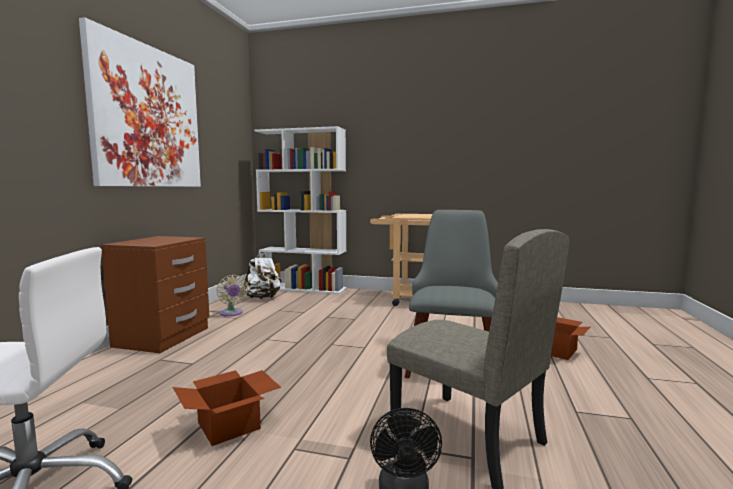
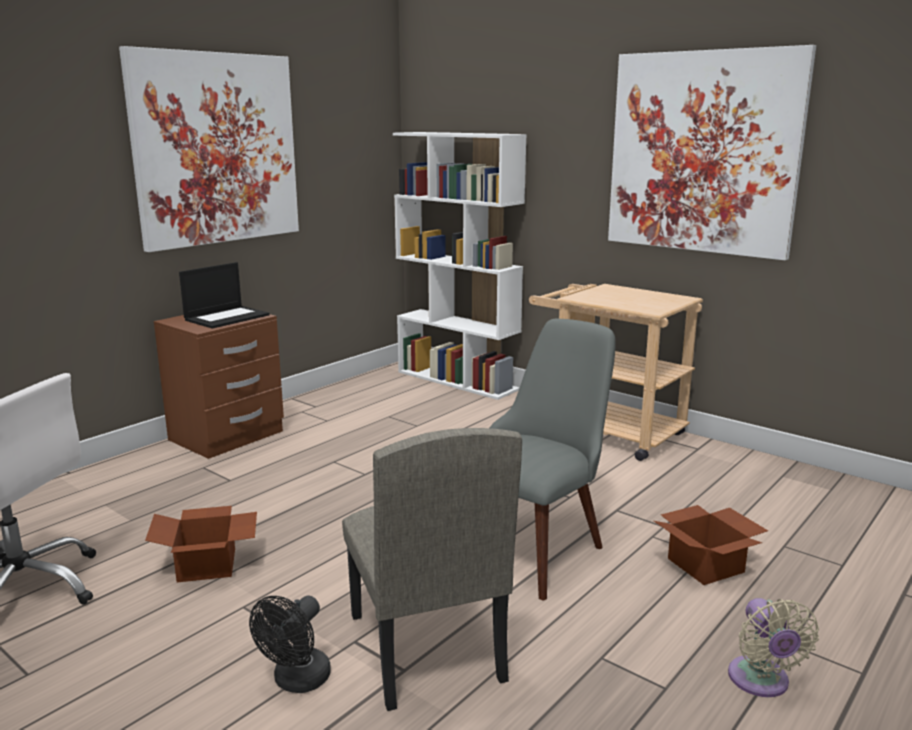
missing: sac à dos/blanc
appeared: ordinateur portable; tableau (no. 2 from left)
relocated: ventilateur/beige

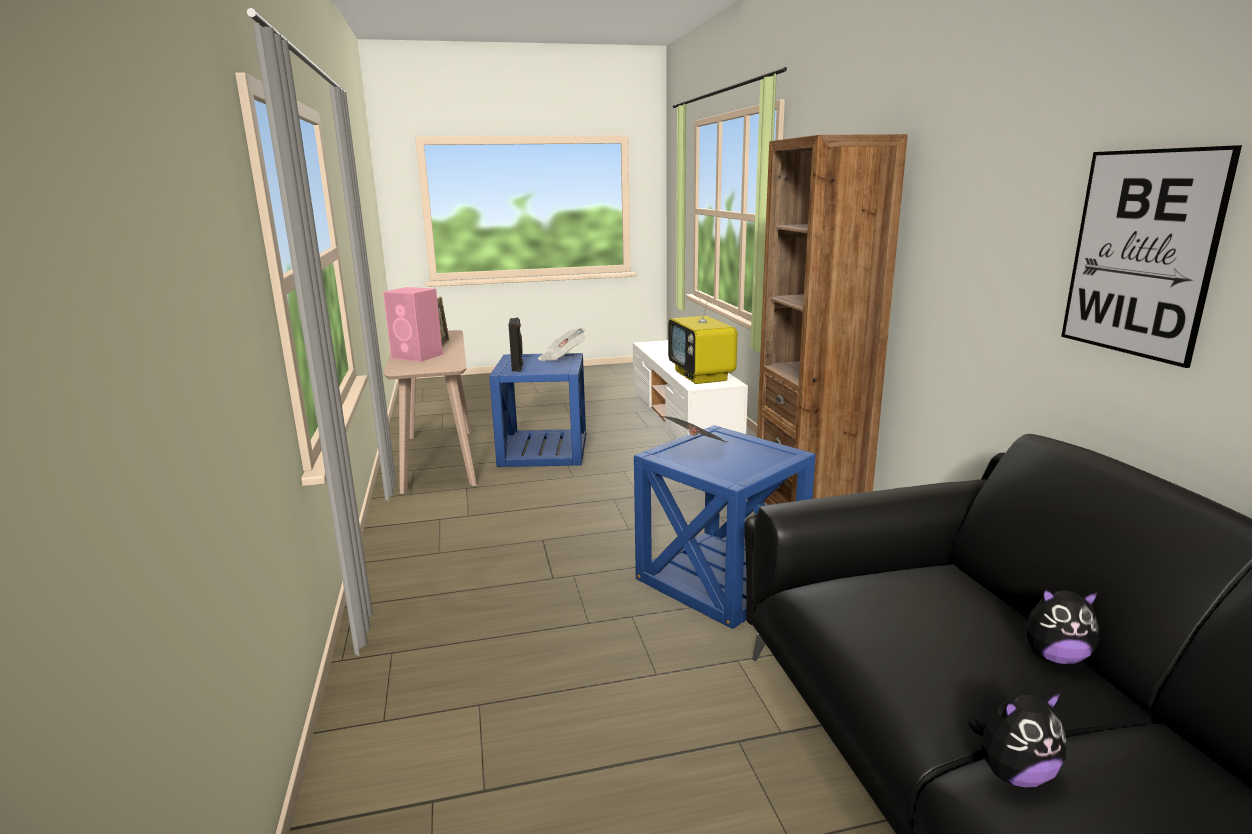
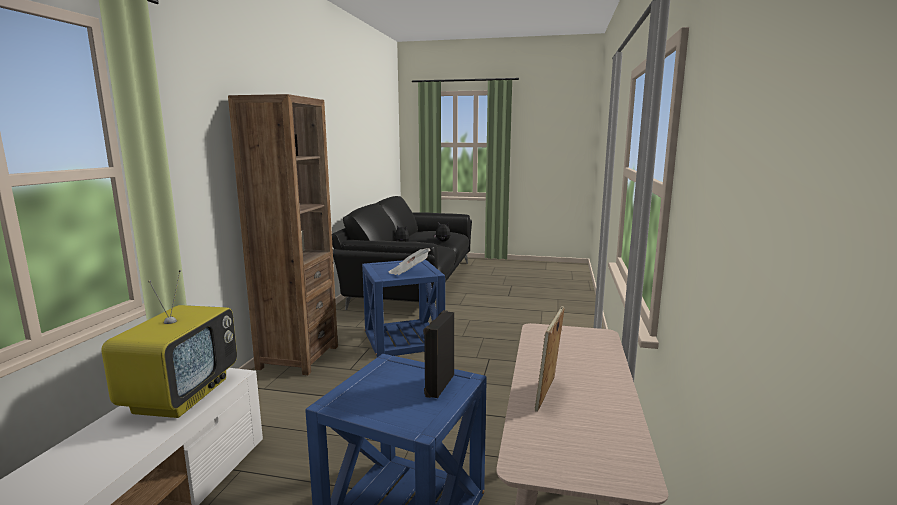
missing: enceinte/rose; journal (no. 1 from left); tableau

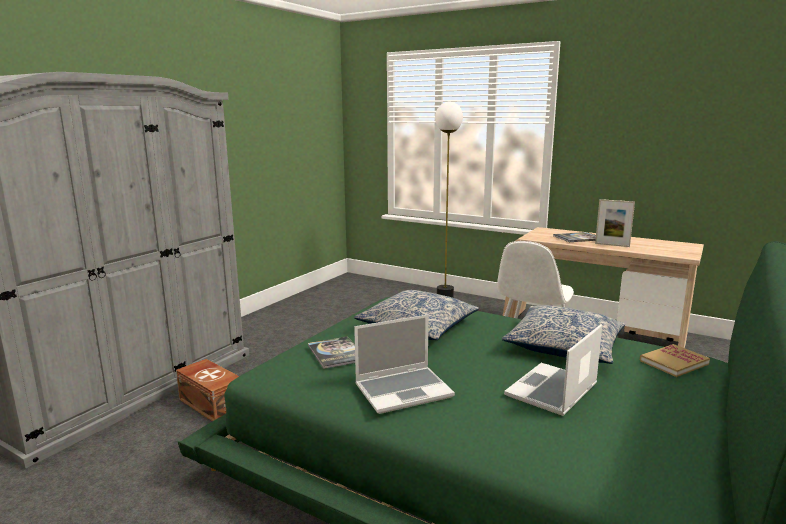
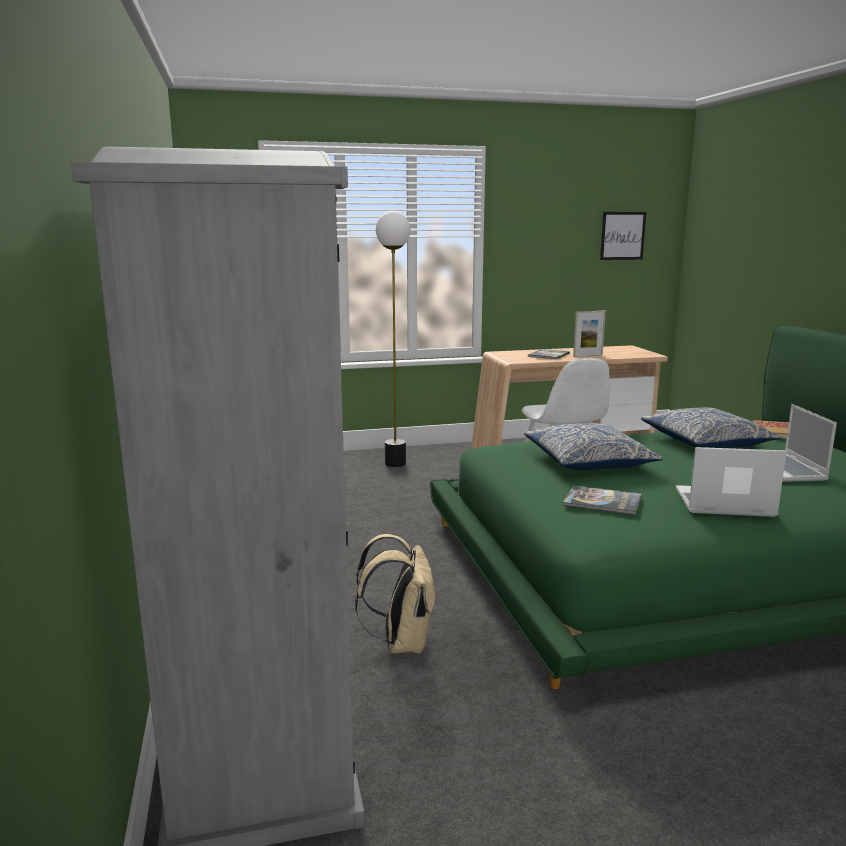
appeared: tableau
exchanged: boîte de rangement/marron to sac à dos/beige
spun: ordinateur portable (no. 1 from left) 105 degrees counterclockwise

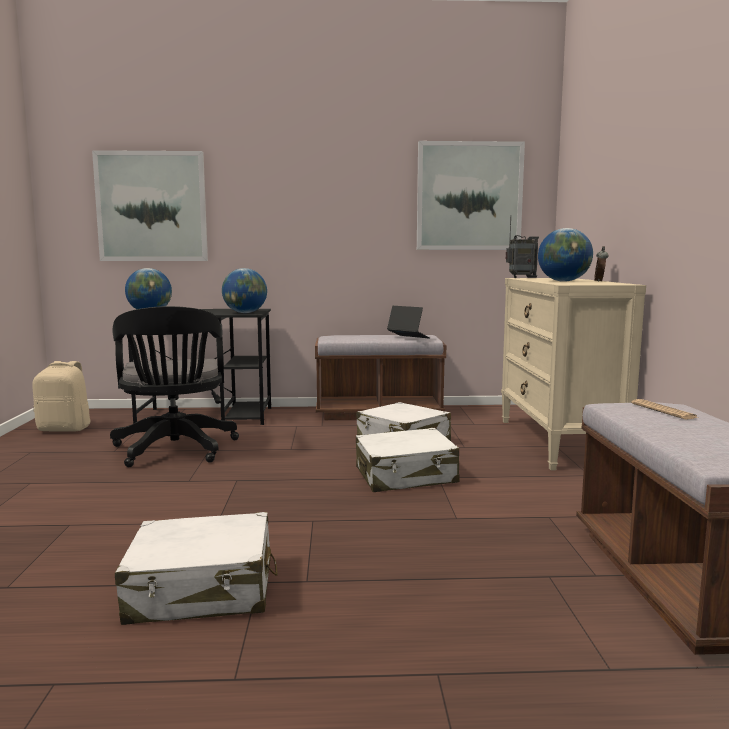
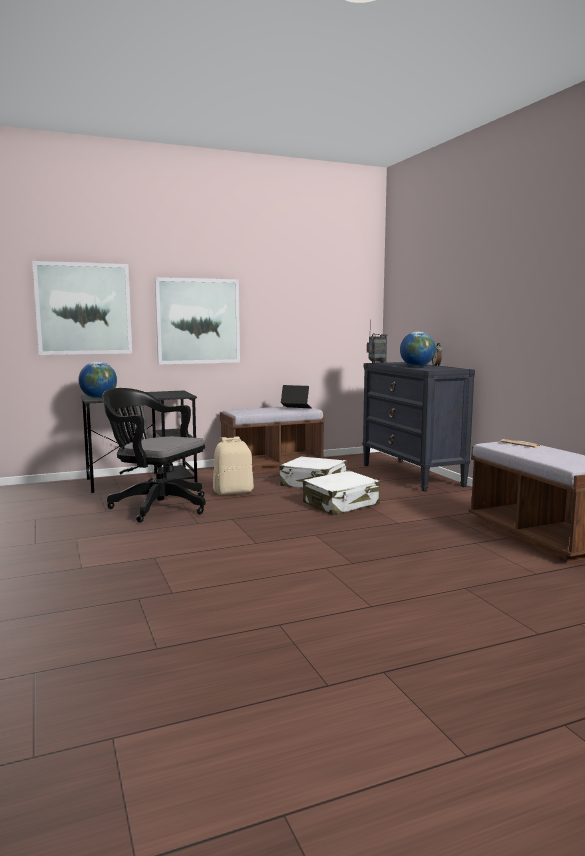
missing: valise/blanc (no. 1 from left); globe (no. 2 from left)
relocated: sac à dos/beige; tableau (no. 2 from left)
colour: commode/beige to commode/noir
spun: chaise de bureau/noir 150 degrees clockwise

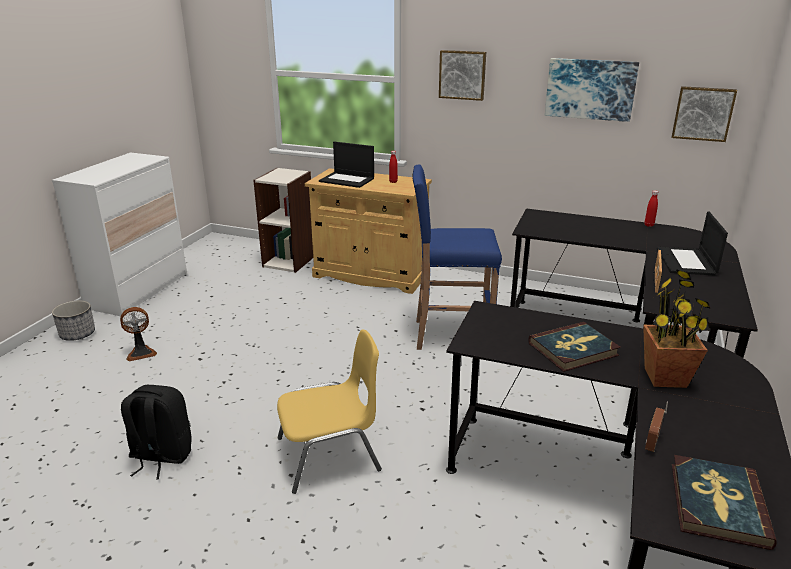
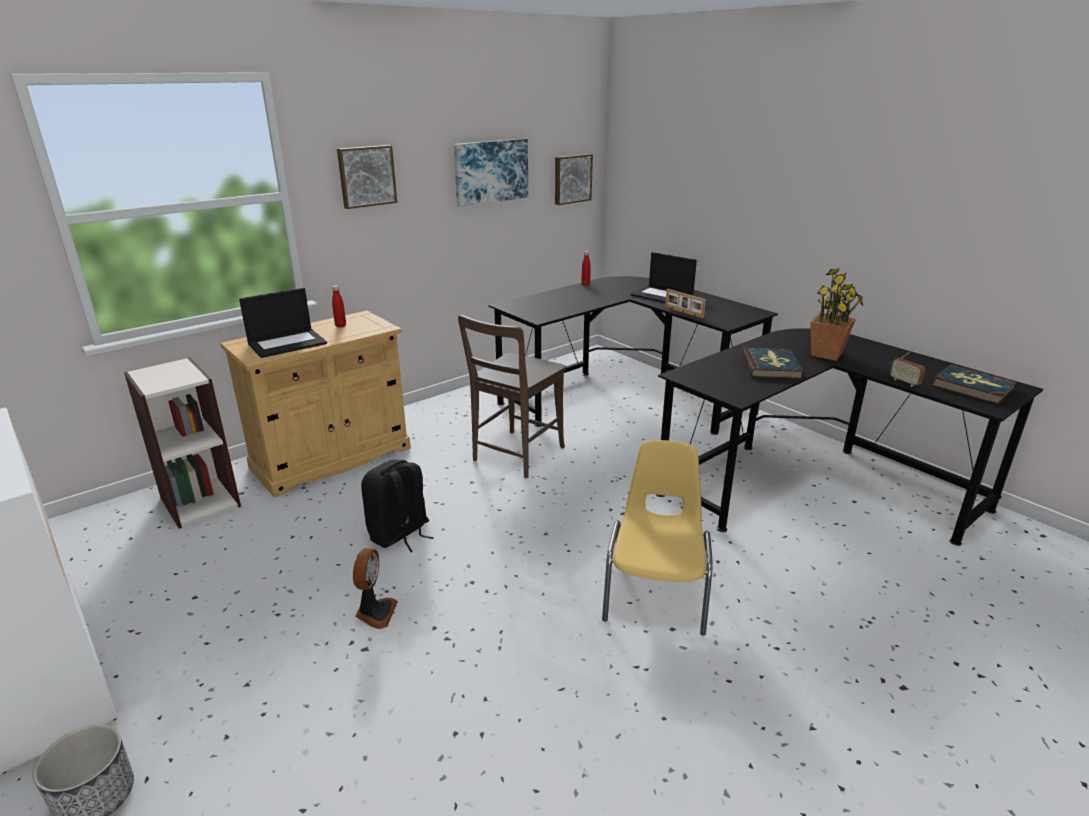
relocated: ventilateur; sac à dos/noir
exchanged: tabouret/bleu to chaise/marron

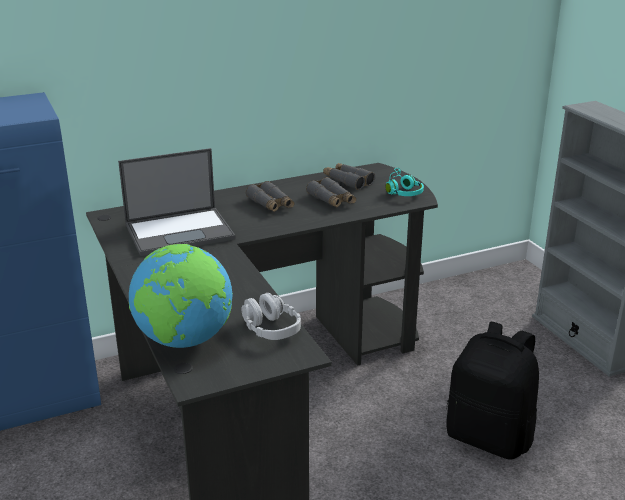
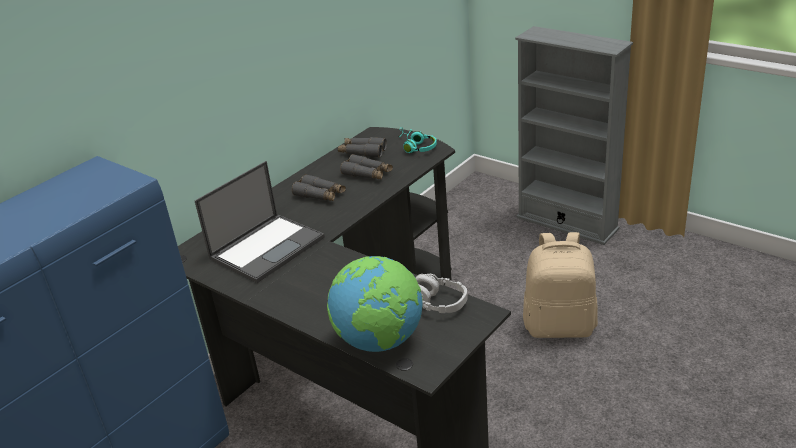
colour: sac à dos/noir to sac à dos/beige

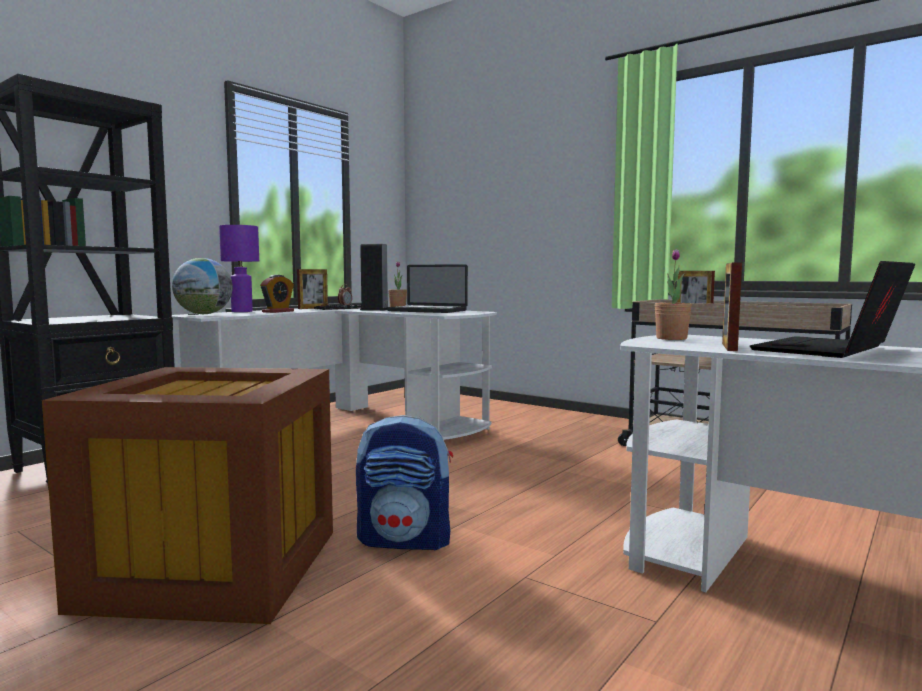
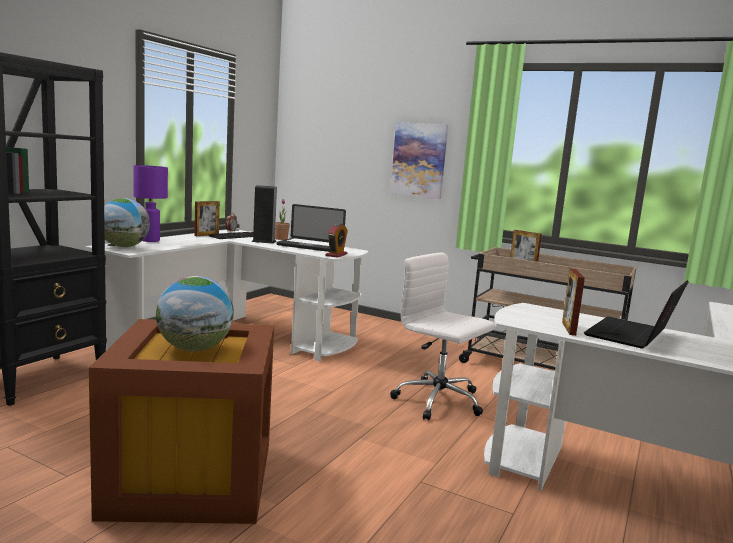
missing: sac à dos; plante en pot (no. 2 from left)
appeared: globe (no. 2 from left); tableau; chaise de bureau/blanc
relocated: réveil (no. 1 from left in the first image) to réveil (no. 2 from left)

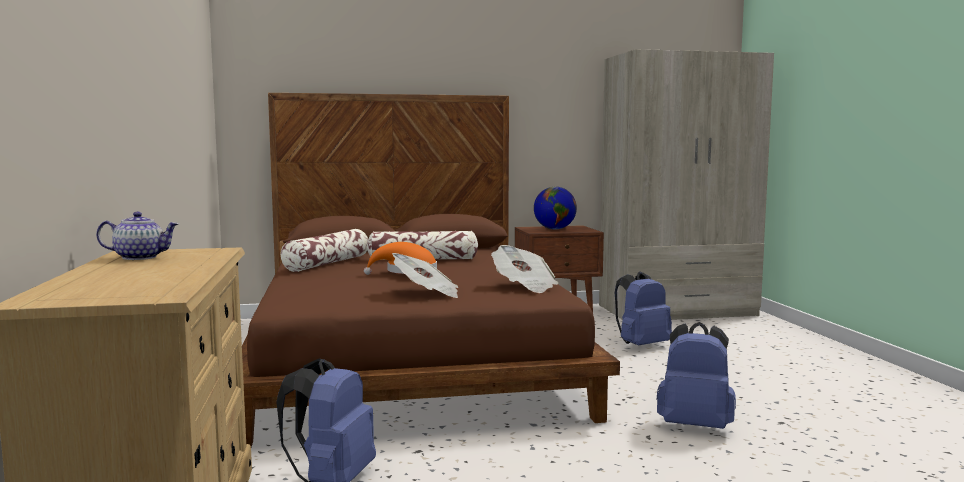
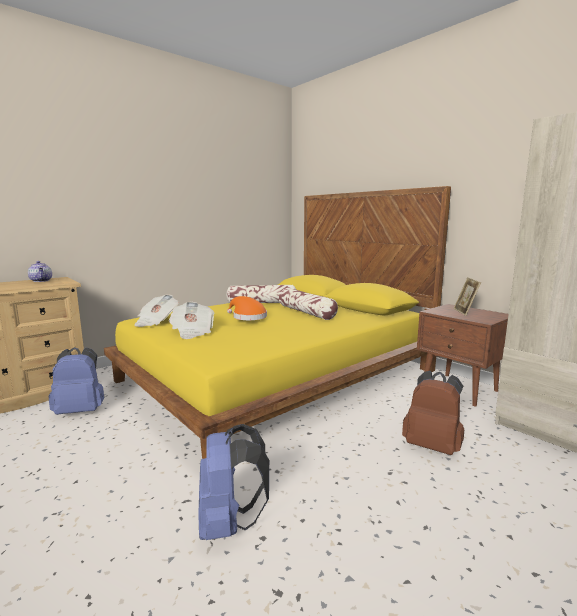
relocated: journal (no. 2 from left in the first image) to journal (no. 1 from left)
exchanged: globe to cadre photo
colour: lit/marron to lit/jaune; sac à dos/bleu (no. 2 from left) to sac à dos/marron

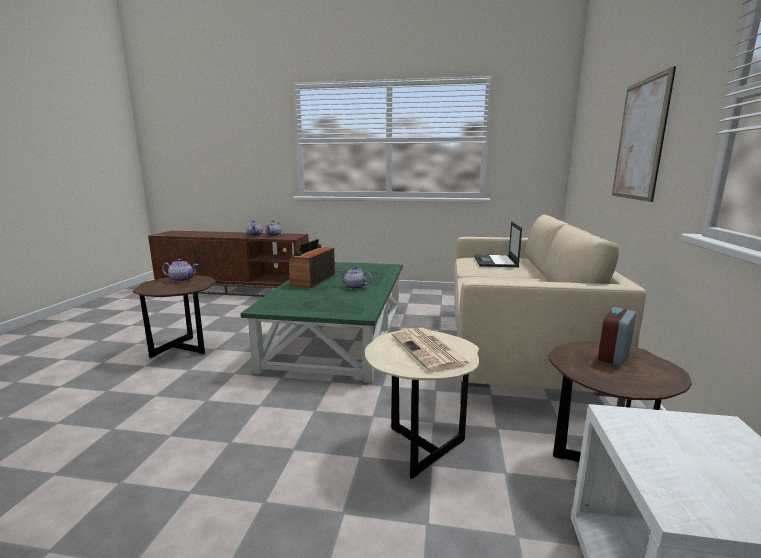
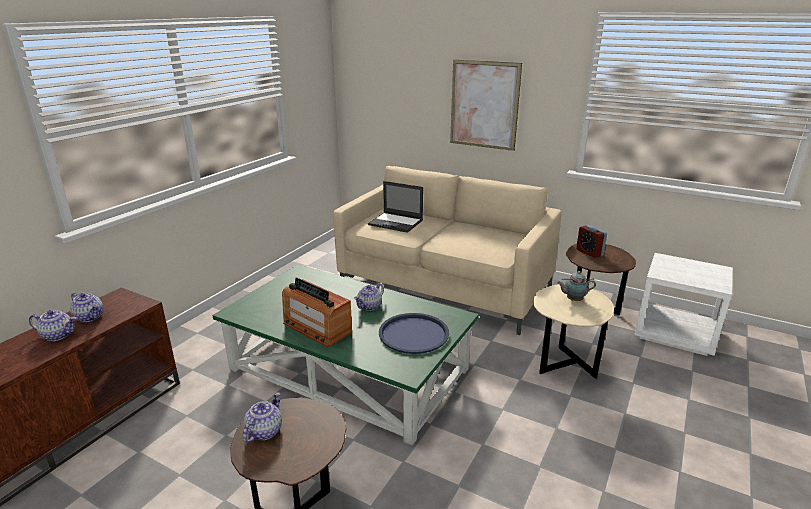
appeared: plateau/bleu
exchanged: journal to théière (no. 5 from left)

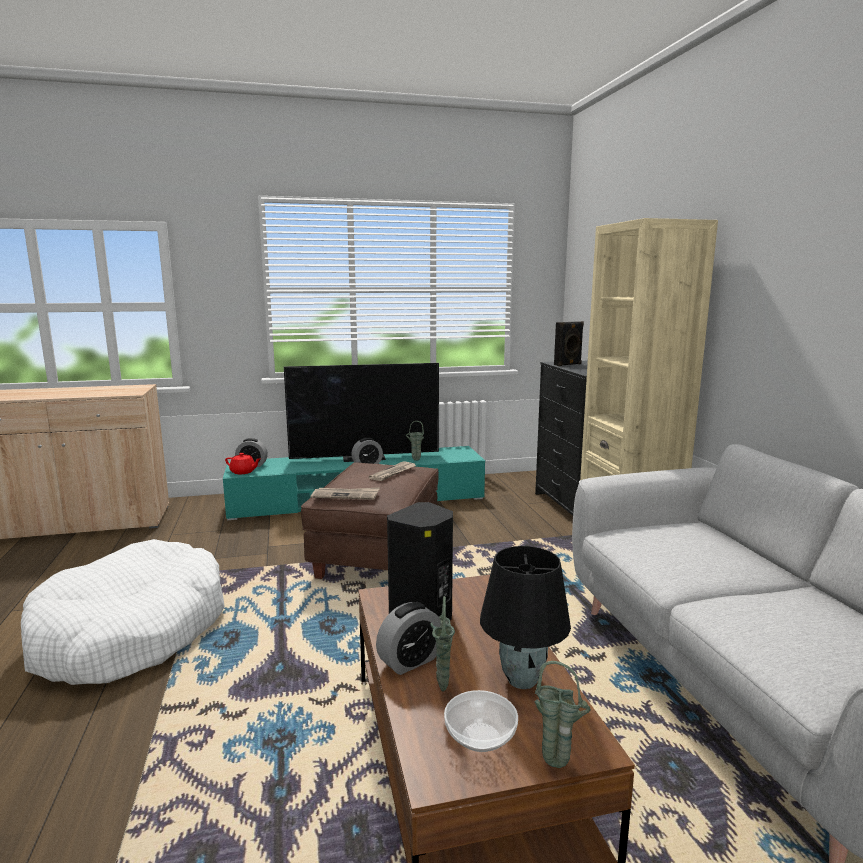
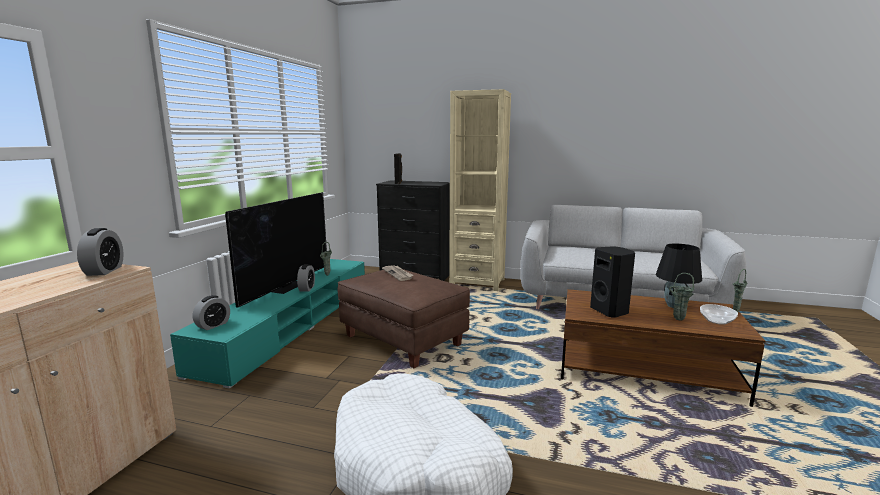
missing: théière/rouge; journal (no. 1 from left)
relocated: réveil (no. 3 from left in the first image) to réveil (no. 1 from left)

